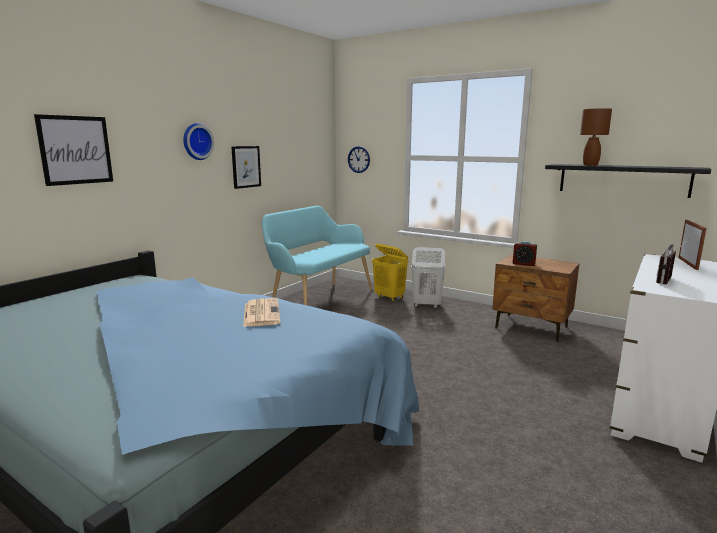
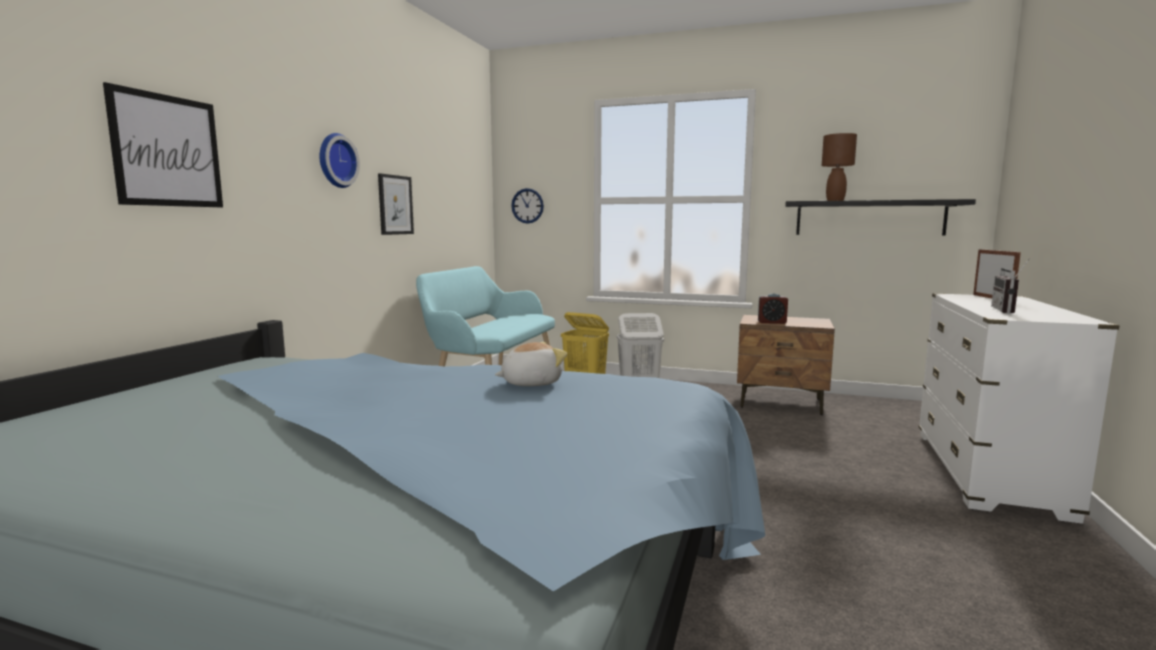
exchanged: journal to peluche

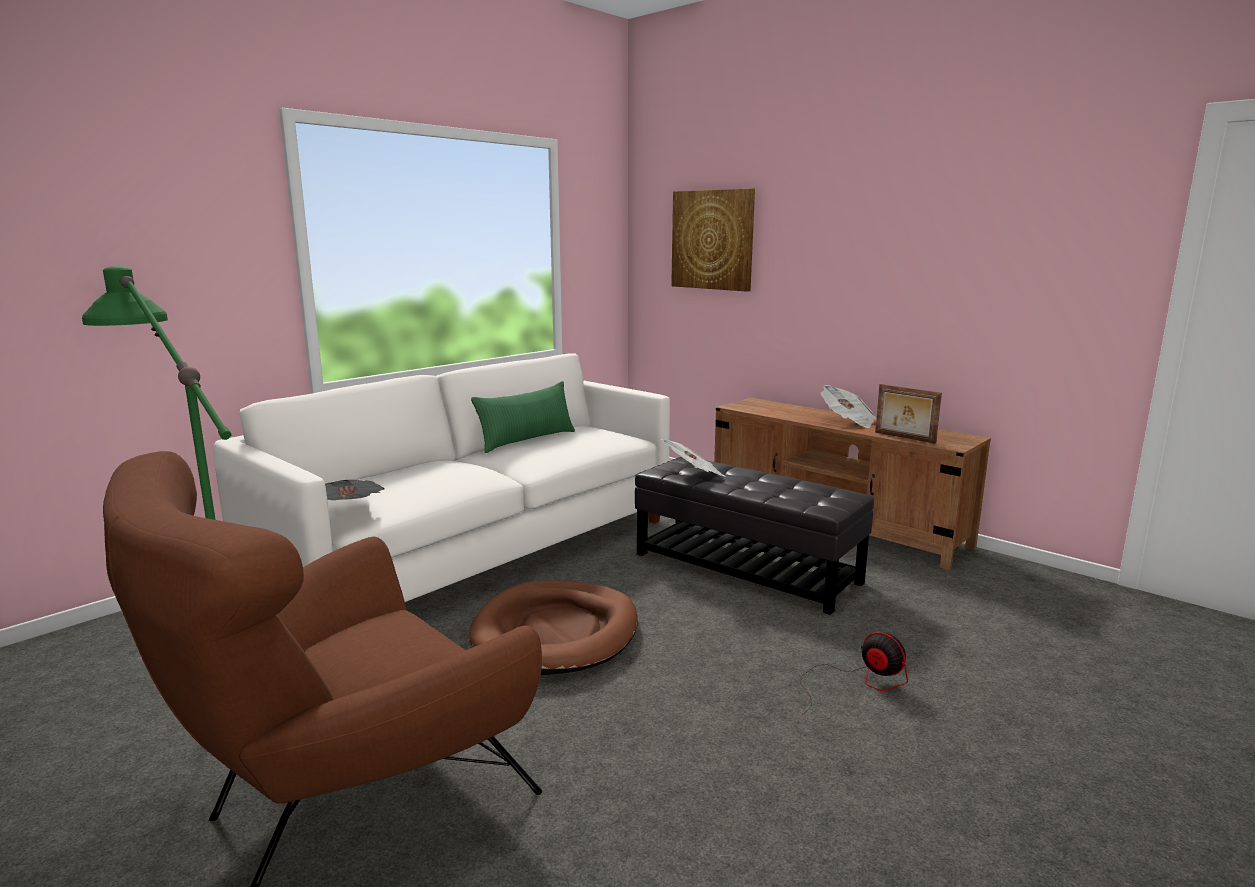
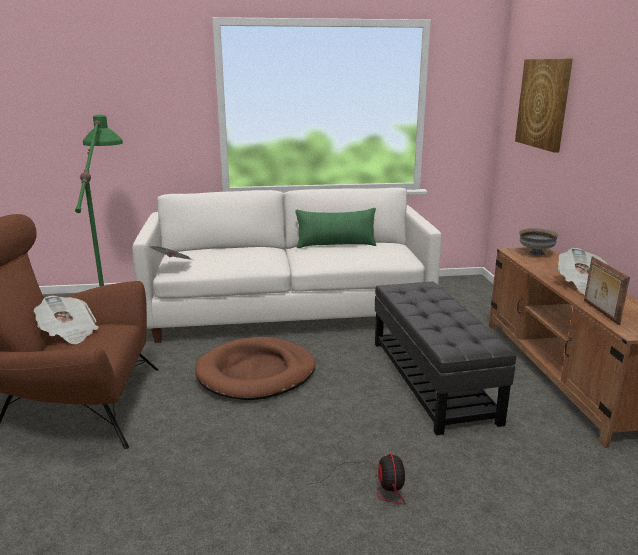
appeared: bol/gris
relocated: journal (no. 2 from left in the first image) to journal (no. 1 from left)

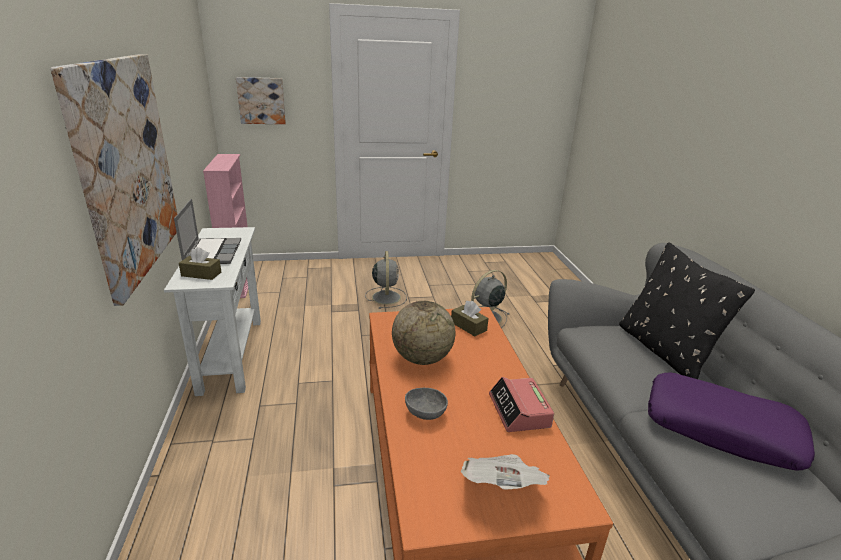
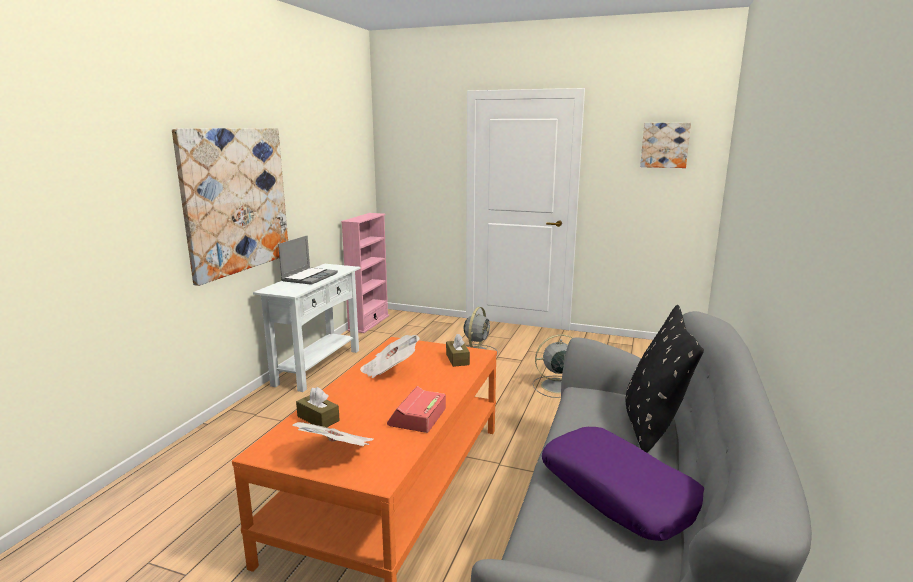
missing: bol/gris
relocated: boîte à mouchoirs/marron (no. 1 from left); tableau (no. 2 from left)
exchanged: globe to journal (no. 2 from left)

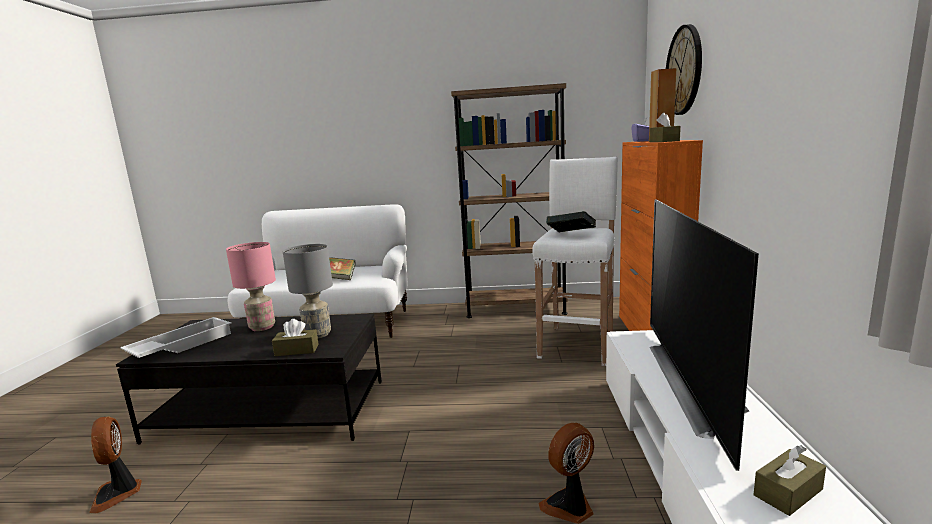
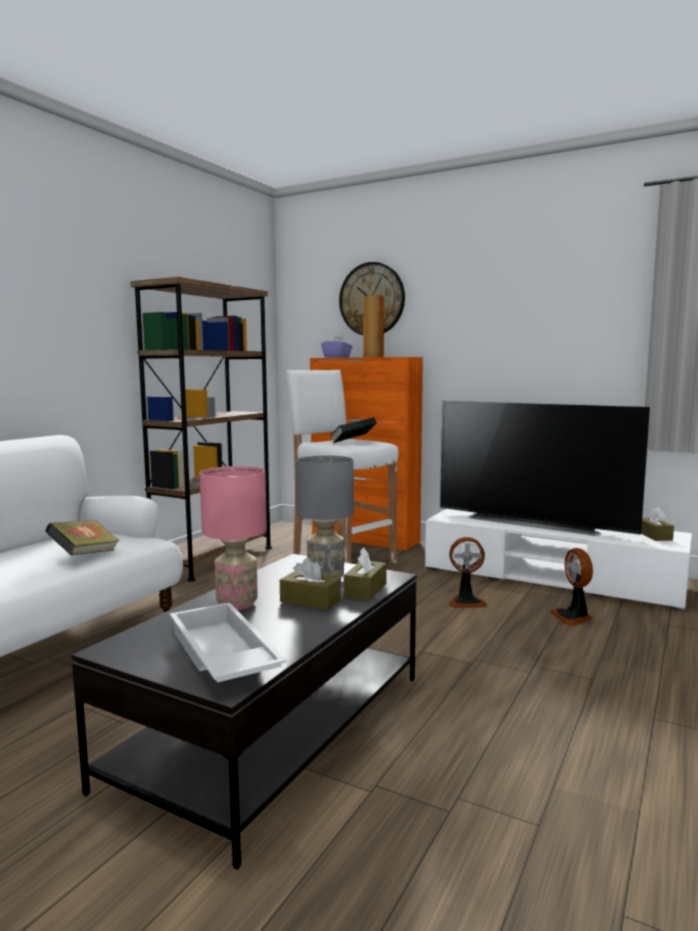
relocated: ventilateur (no. 1 from left); boîte à mouchoirs/marron (no. 2 from left in the first image) to boîte à mouchoirs/marron (no. 1 from left)

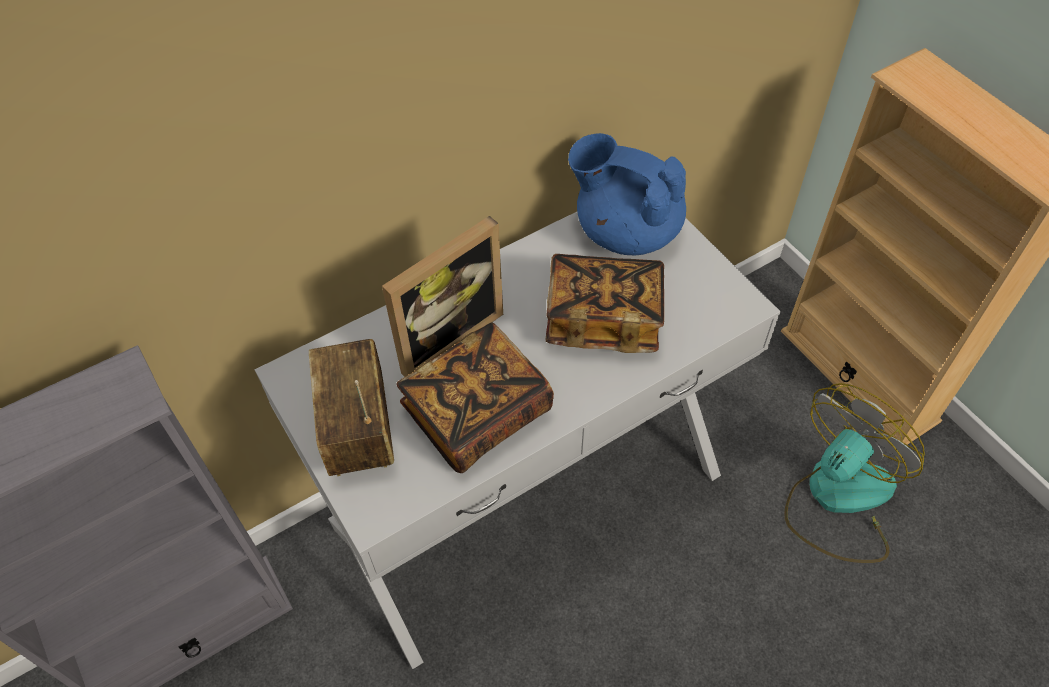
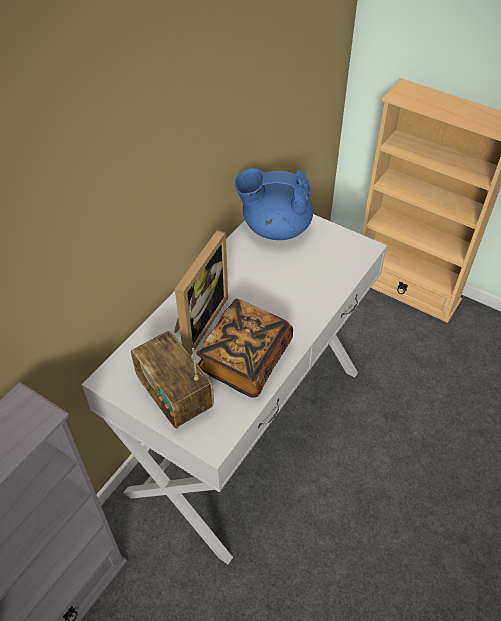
missing: livre (no. 2 from left); ventilateur

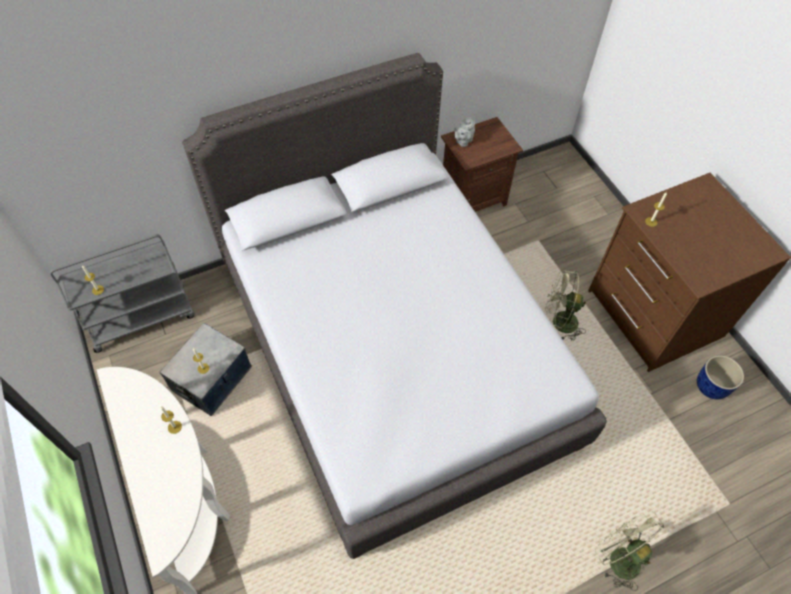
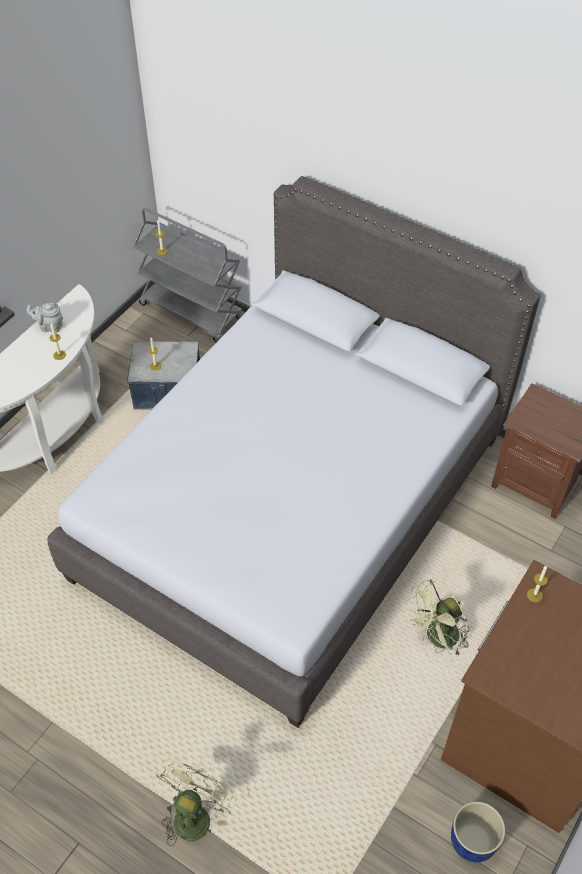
relocated: théière/gris
spun: ventilateur/vert (no. 1 from left in the first image) 105 degrees counterclockwise

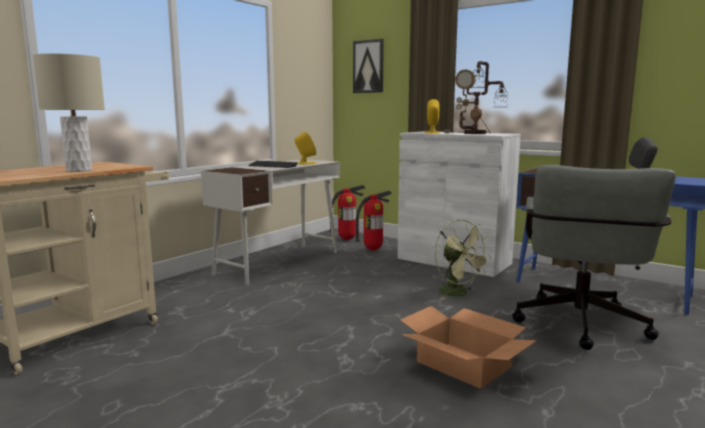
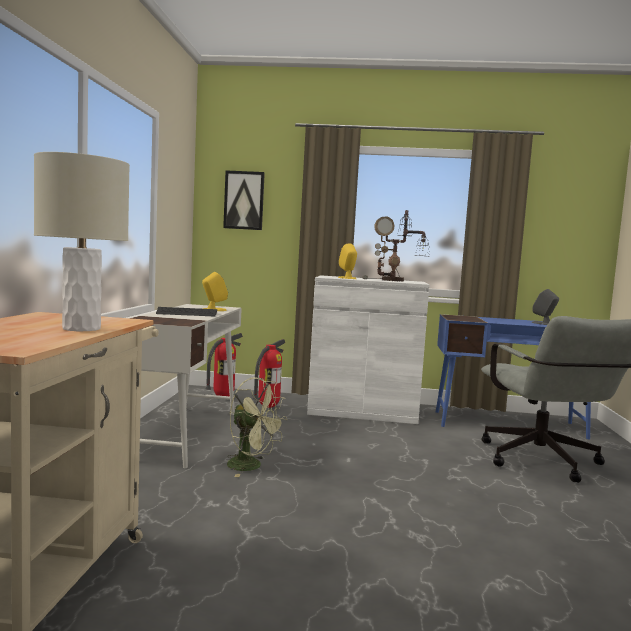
missing: carton
relocated: ventilateur/vert

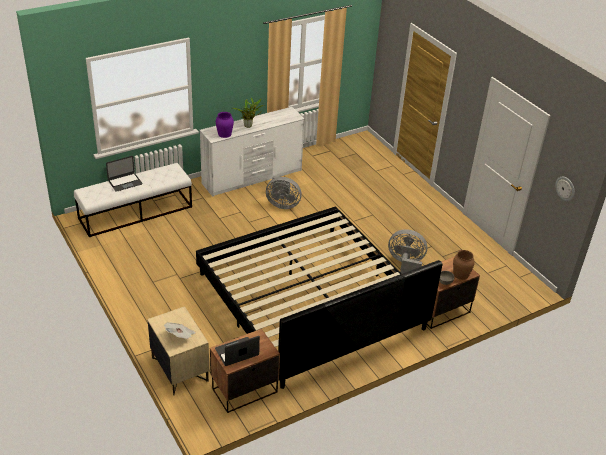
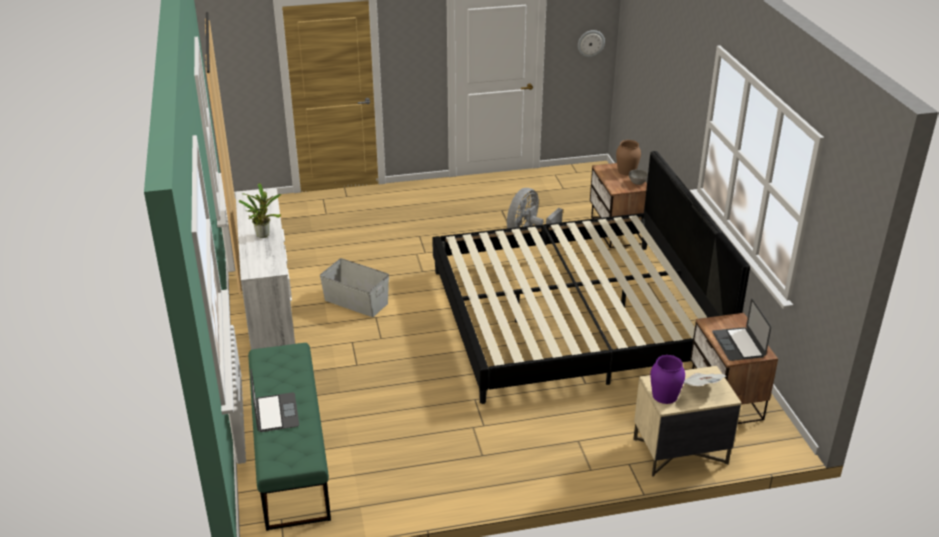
relocated: vase/violet
exchanged: ventilateur/gris (no. 1 from left) to boîte de rangement/gris
colour: banc/blanc to banc/vert

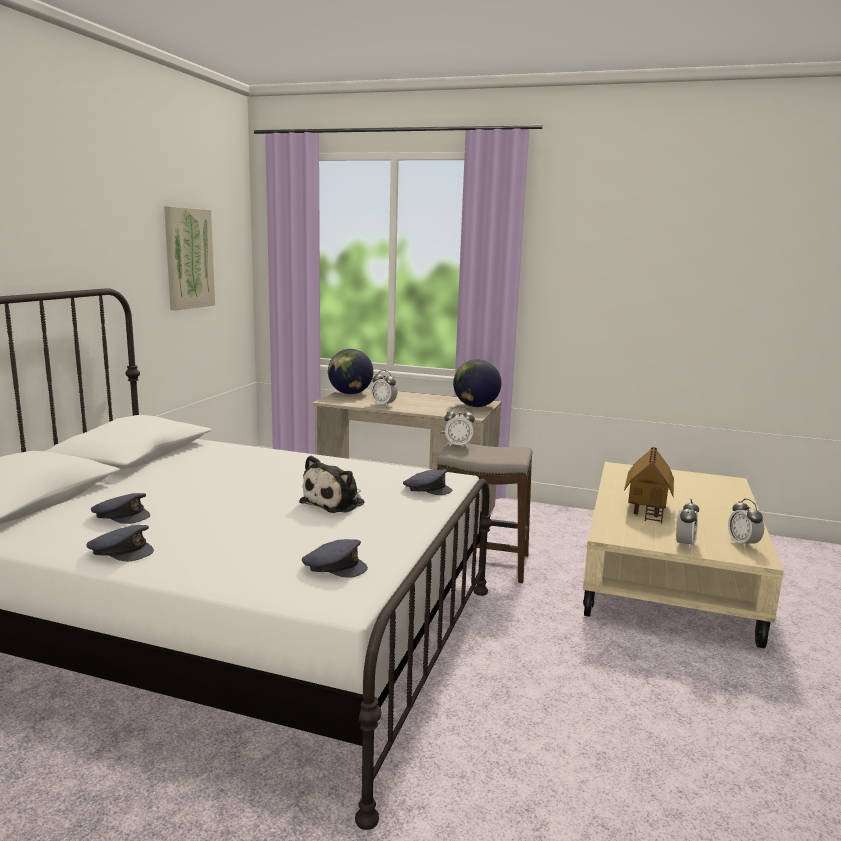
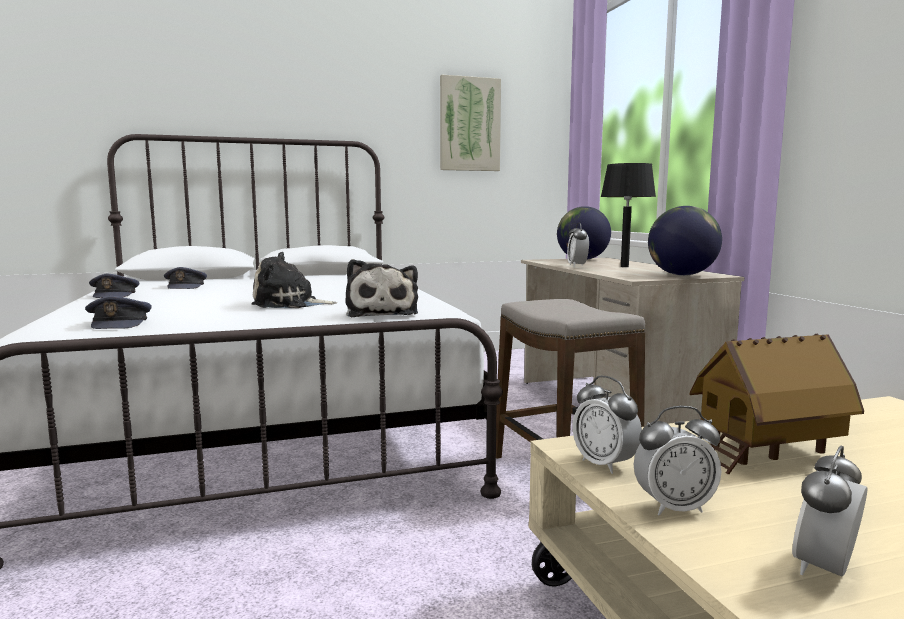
appeared: lampe de table/noir
relocated: réveil (no. 2 from left)
exchanged: casquette/gris (no. 4 from left) to peluche (no. 2 from left)

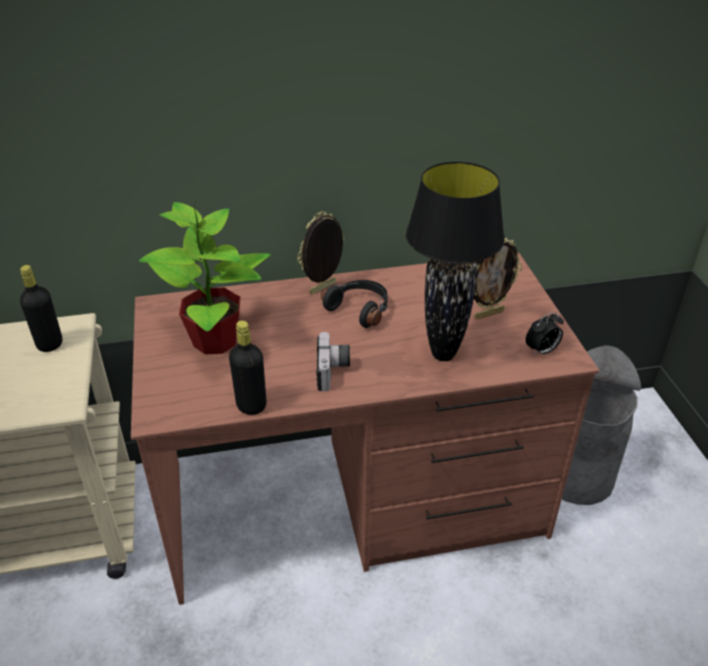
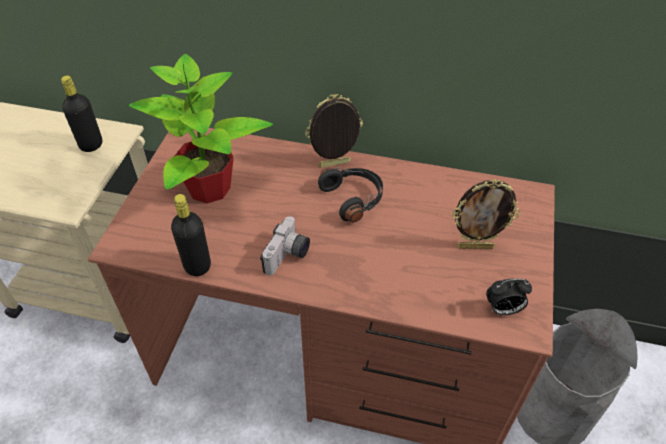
missing: lampe de table/noir

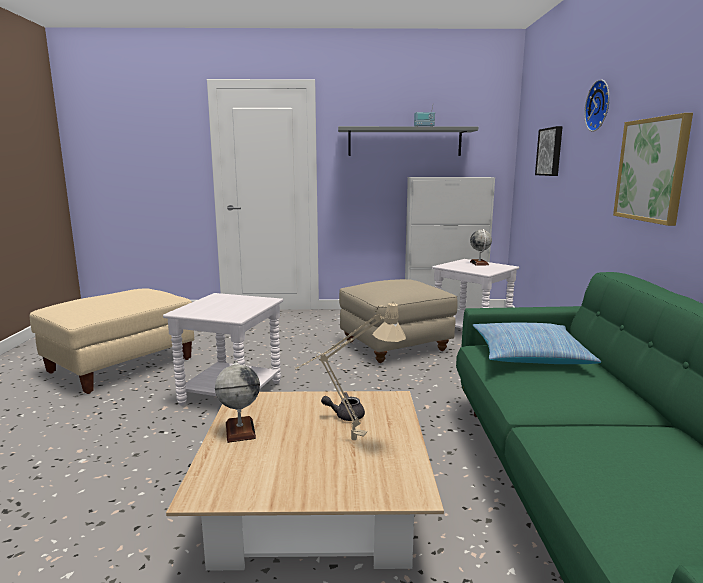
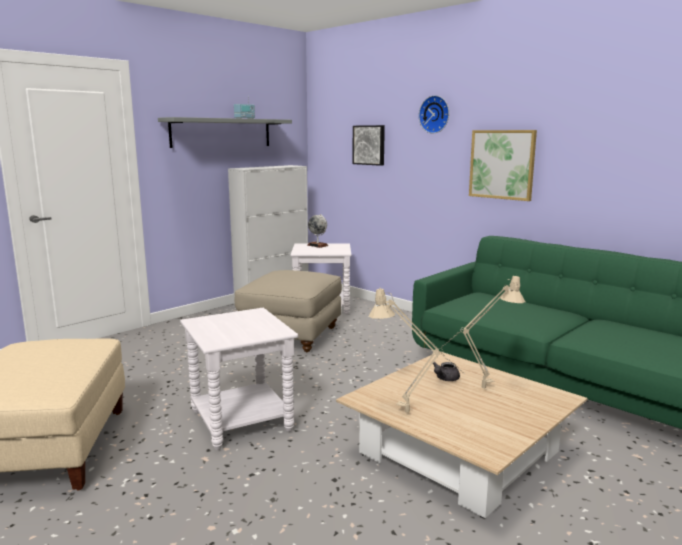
missing: coussin
exchanged: globe (no. 1 from left) to lampe de table/beige (no. 1 from left)

